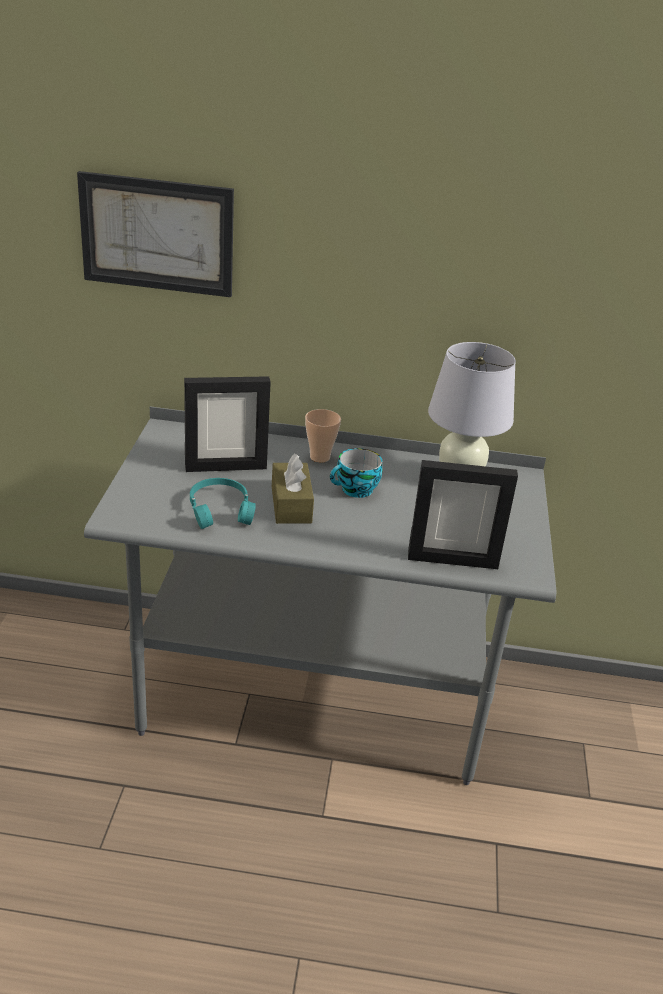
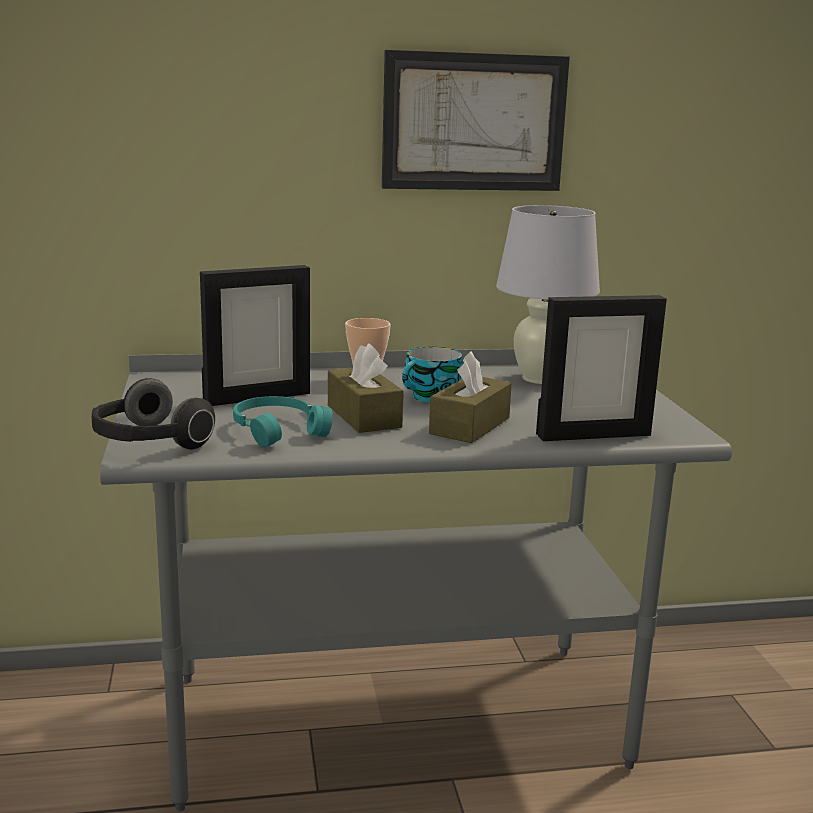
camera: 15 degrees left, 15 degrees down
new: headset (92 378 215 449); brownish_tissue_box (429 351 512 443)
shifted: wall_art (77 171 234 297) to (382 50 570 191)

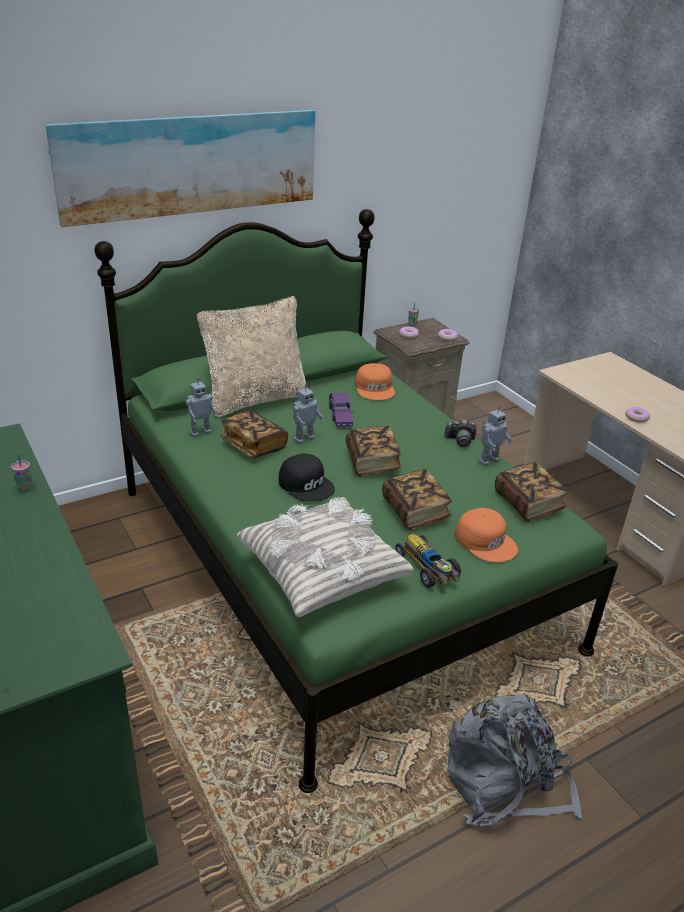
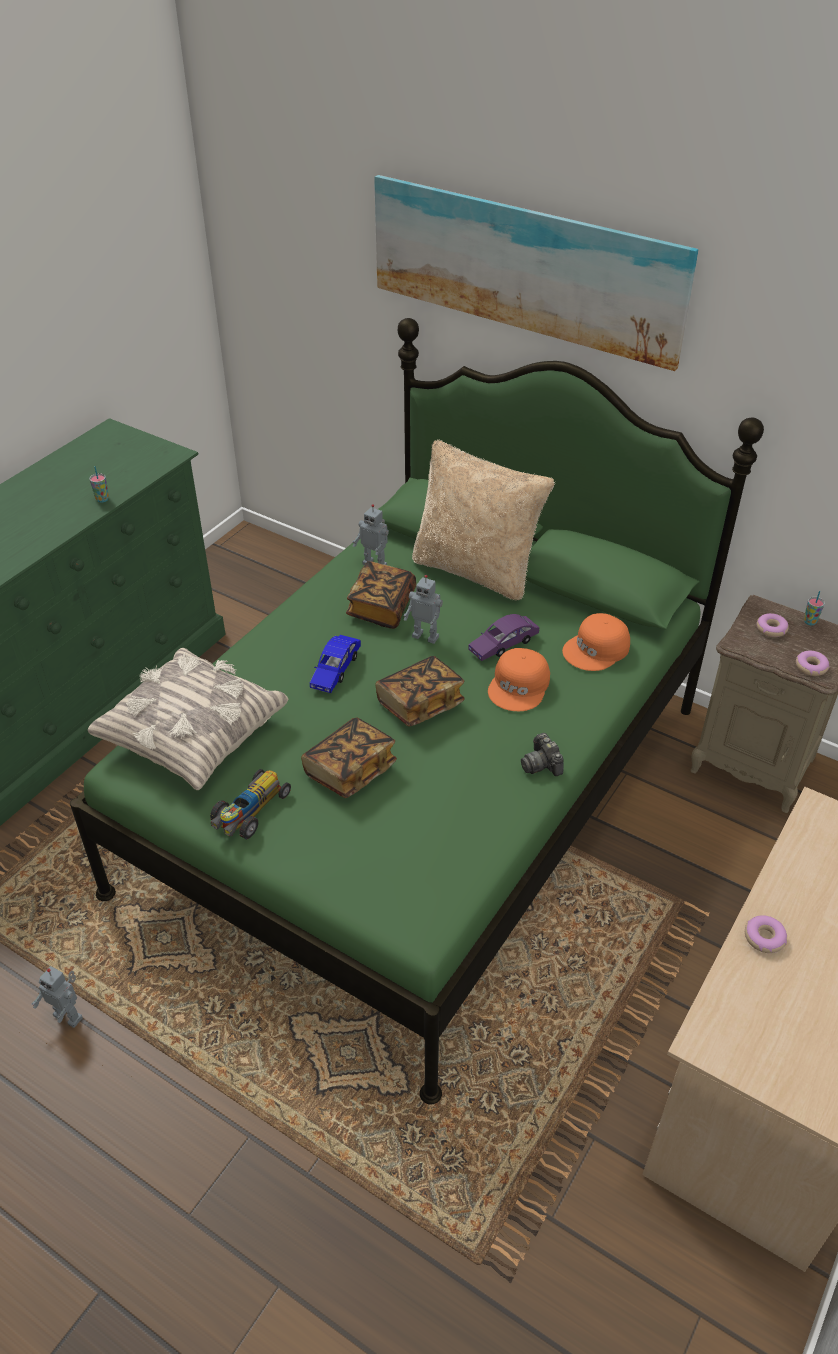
camera: 65 degrees right, 10 degrees up
gone: greyish_backpack (448 694 583 827); book (495 462 568 522)
shifted: orangey_cap (455 508 518 562) to (488 648 550 711); toy_robot (479 406 513 466) to (32 966 83 1028)
swapped: blackish_cap (279 454 335 502) to blue_toy_car (310 635 361 693)

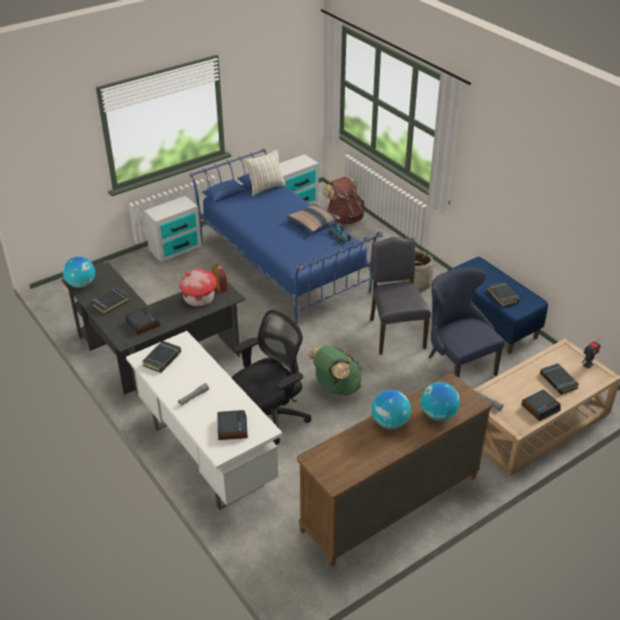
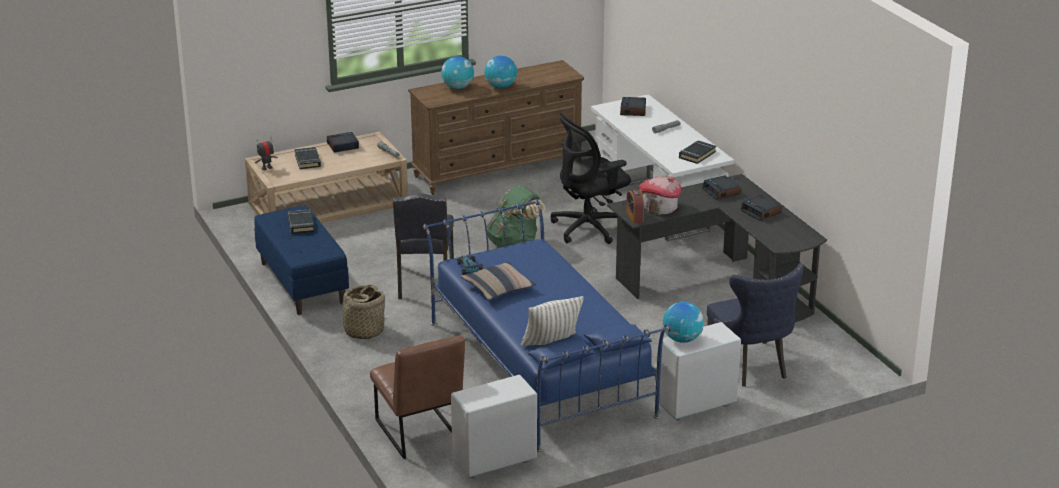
camera: 170 degrees left, 10 degrees down
shifted: globe (63 257 95 288) to (663 302 704 343); blue_upright_chair (428 268 505 378) to (707 263 804 386)
swapped: blackish_book (91 288 130 315) to table_clock (741 195 781 221); brownish_backpack (323 177 365 224) to brownish_upright_chair (370 336 465 459)

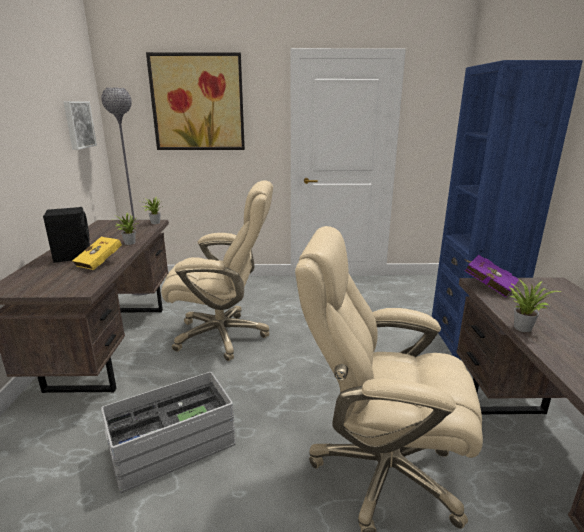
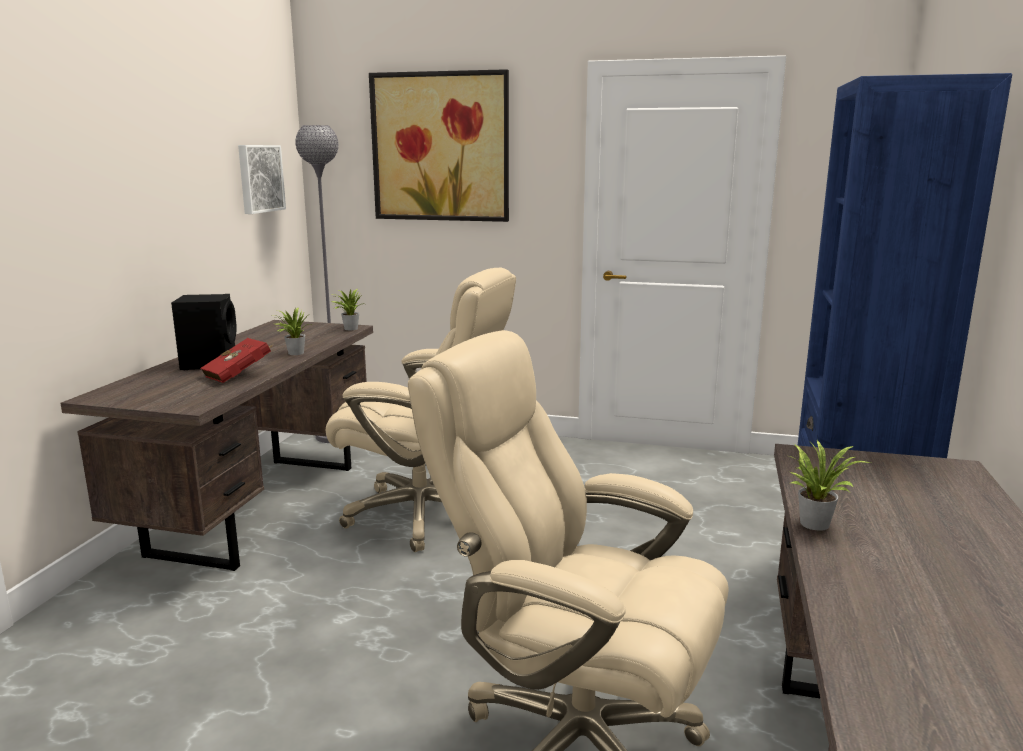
camera: 15 degrees right, 5 degrees down
gone: greyish_storage_bin (101 372 236 493); purplish_book (464 255 519 297)
repainted: yellowish_book (72 237 122 270) to red-coloured_book (200 338 274 383)

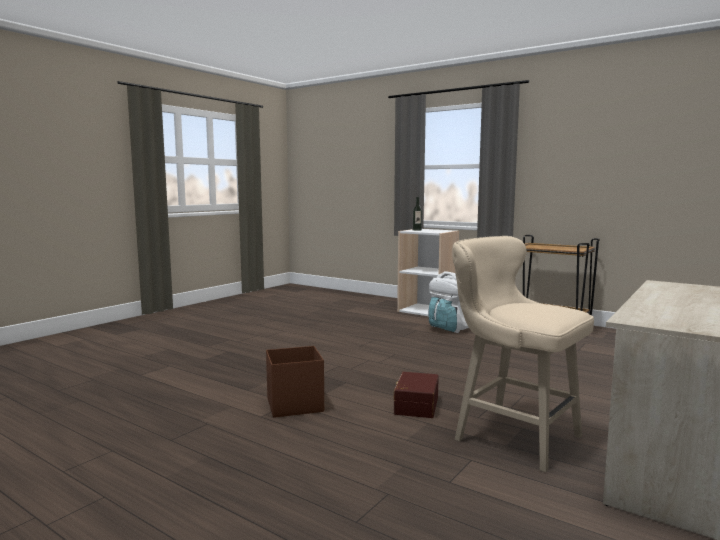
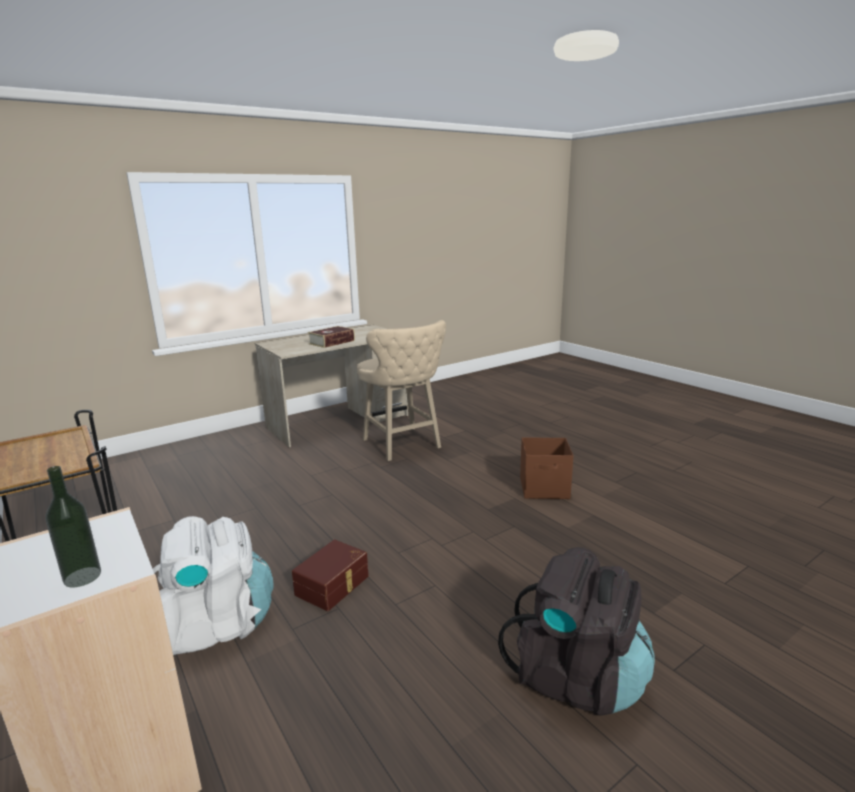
camera: 160 degrees left, 10 degrees up
new: book (308 326 355 348); blackish_backpack (498 547 655 716)
shifted: brownish_storage_bin (394 372 439 418) to (292 540 369 611)

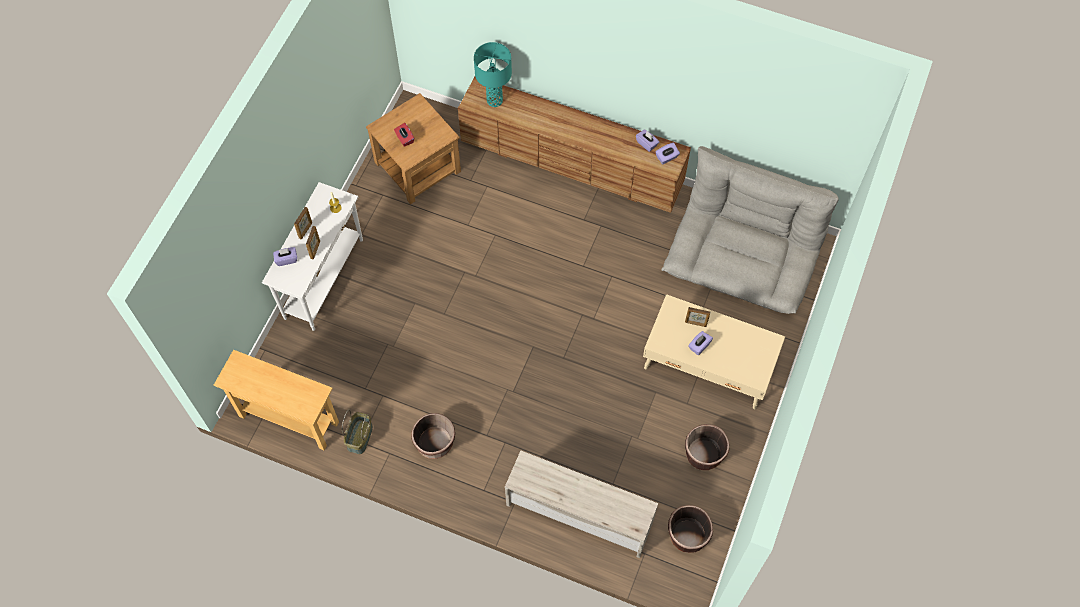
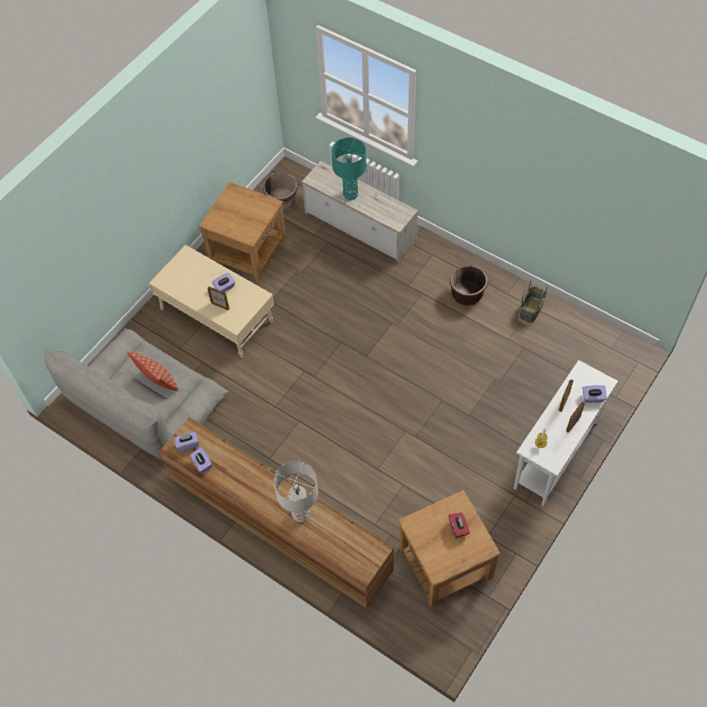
camera: 165 degrees left, 5 degrees down
gone: beige-coloured_hall_table (214 350 339 451)
new: cushion (128 351 178 391); white_lamp_for_a_table (274 461 318 522)
shifted: turquoise_lamp_for_a_table (474 42 512 107) to (331 138 366 200)
swapped: brownish_planter (685 424 729 470) to brownish_accent_table (199 182 286 281)

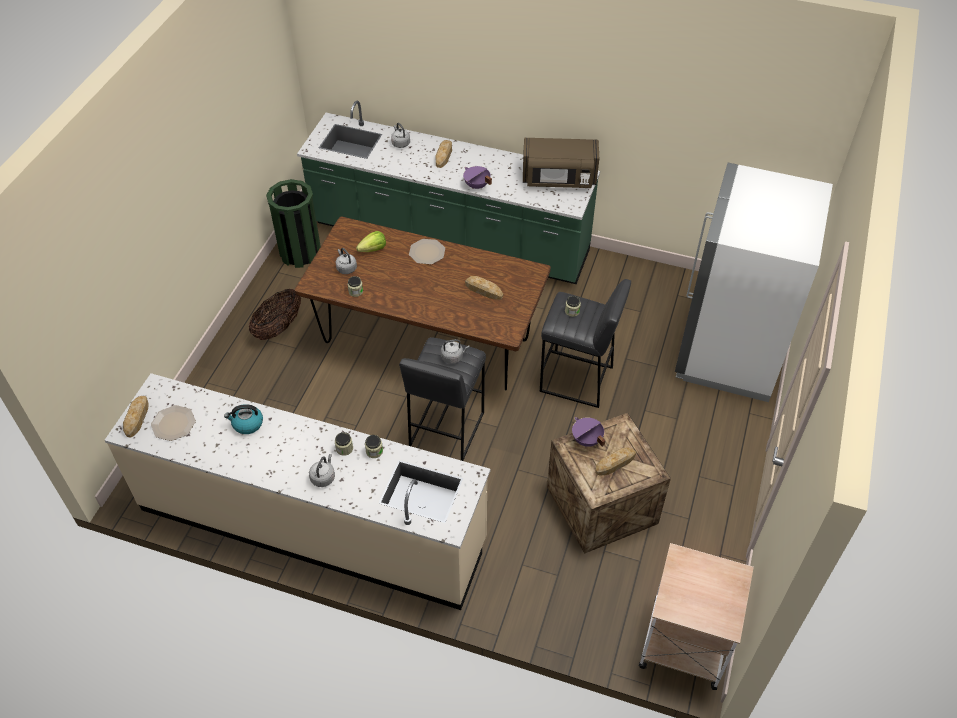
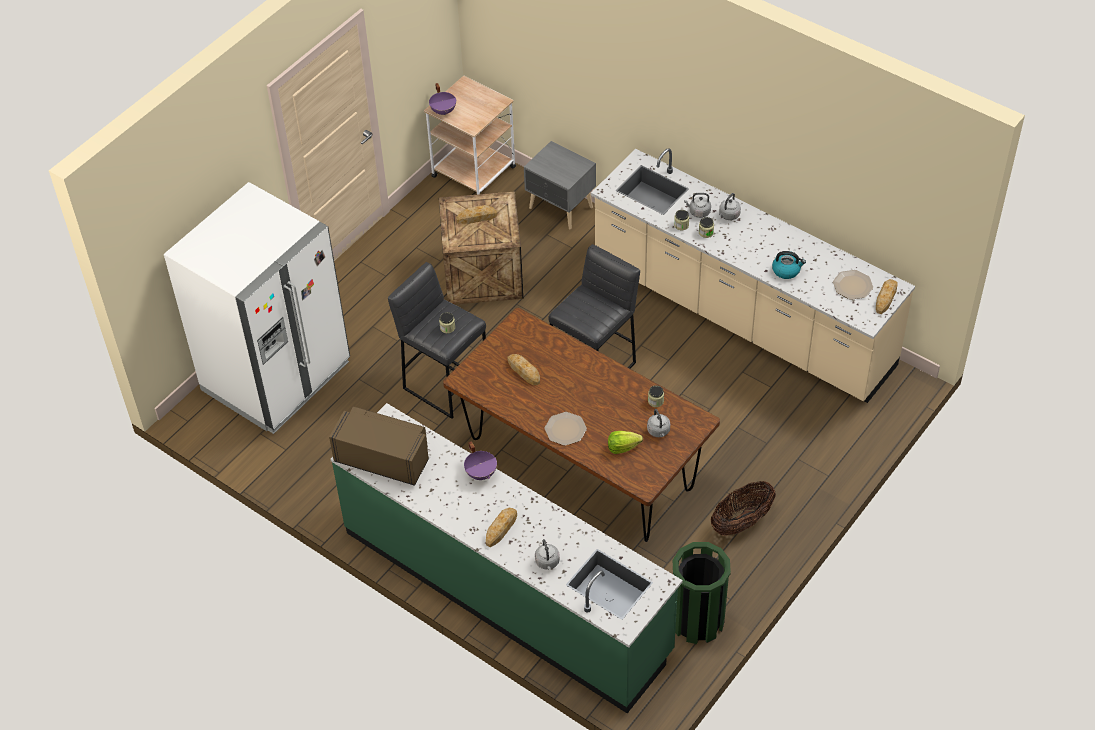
camera: 160 degrees left, 0 degrees up
new: greyish_night_table (524 141 596 229)
shifted: greyish_tea_kettle (441 339 470 364) to (684 193 711 218); purplish_stockpot (572 417 605 447) to (429 83 456 116)

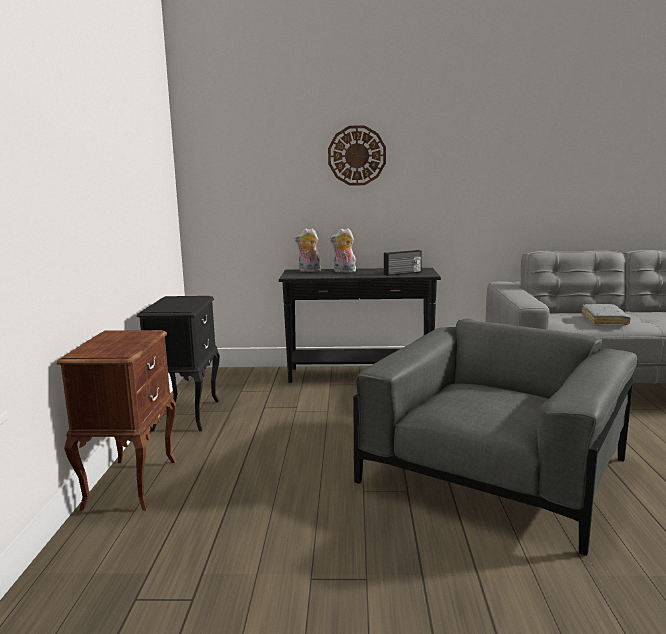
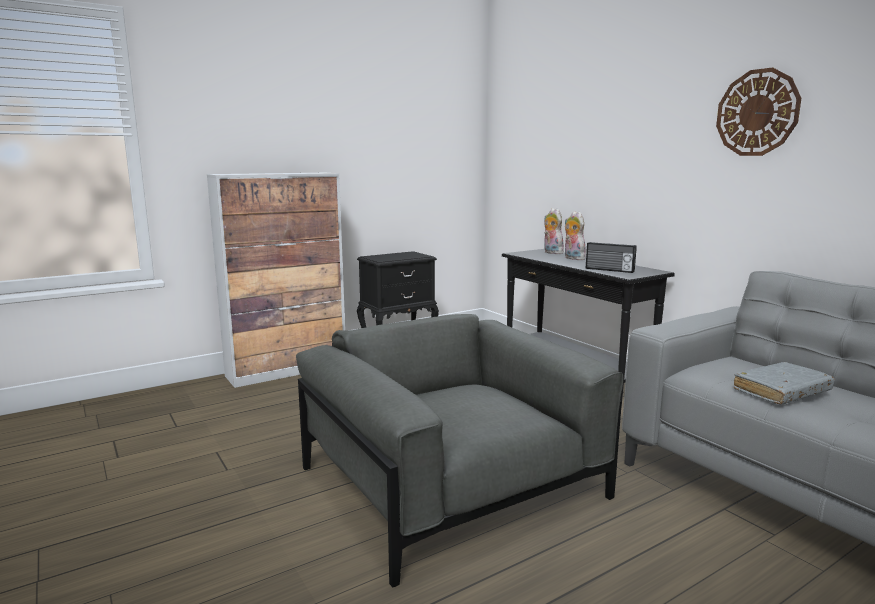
camera: 55 degrees right, 0 degrees up
shifted: clock_on_the_wall (328 125 386 186) to (716 67 801 156)
swapped: brownish_night_table (57 330 176 511) to storage_cabinet (207 173 345 388)
rotated: greyish_easy_chair (353 319 637 556) = (296 314 623 588) 120 degrees counterclockwise

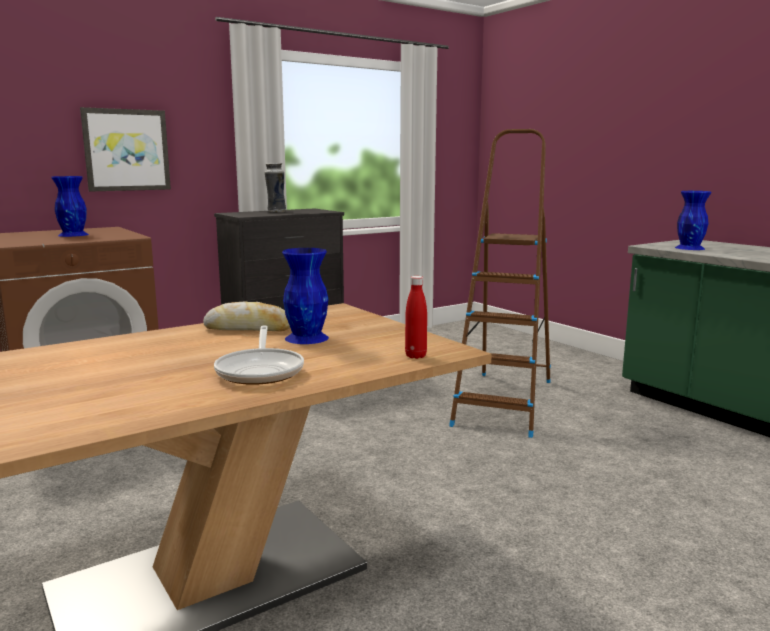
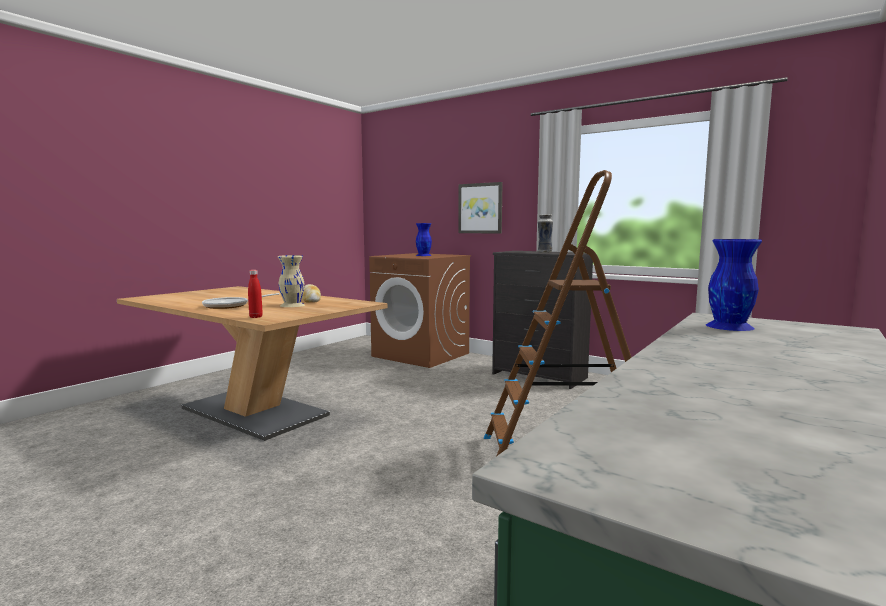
camera: 70 degrees right, 5 degrees down
repainted: blue_flower_vase (282 248 329 344) to beige-coloured_flower_vase (278 255 305 307)

